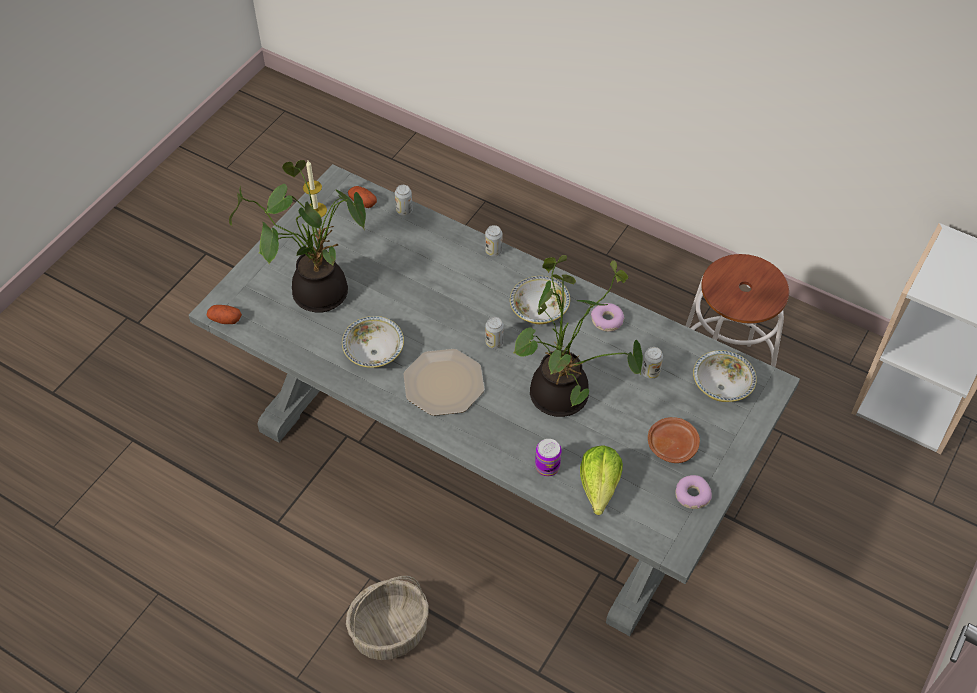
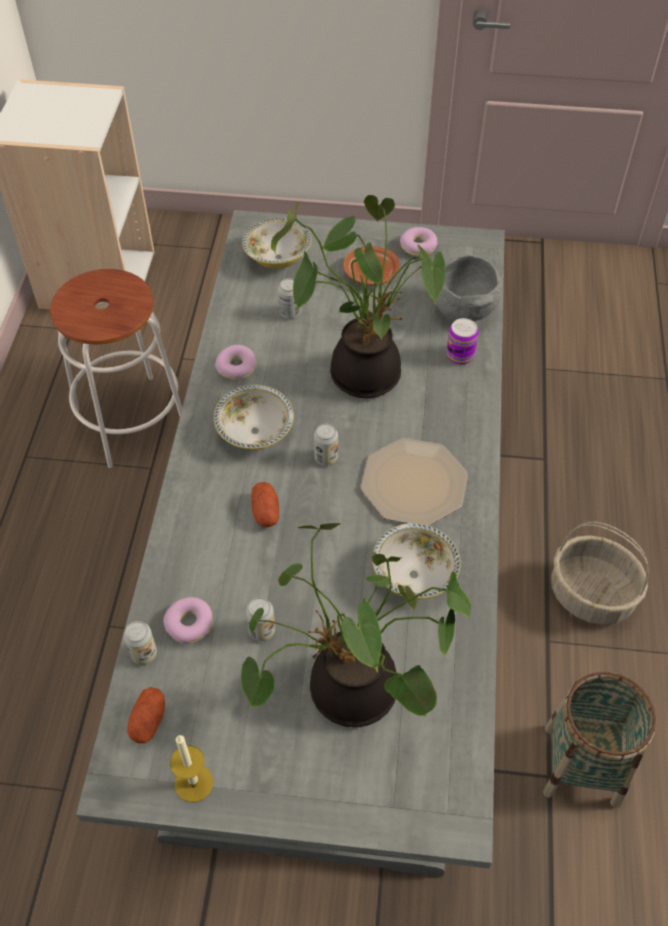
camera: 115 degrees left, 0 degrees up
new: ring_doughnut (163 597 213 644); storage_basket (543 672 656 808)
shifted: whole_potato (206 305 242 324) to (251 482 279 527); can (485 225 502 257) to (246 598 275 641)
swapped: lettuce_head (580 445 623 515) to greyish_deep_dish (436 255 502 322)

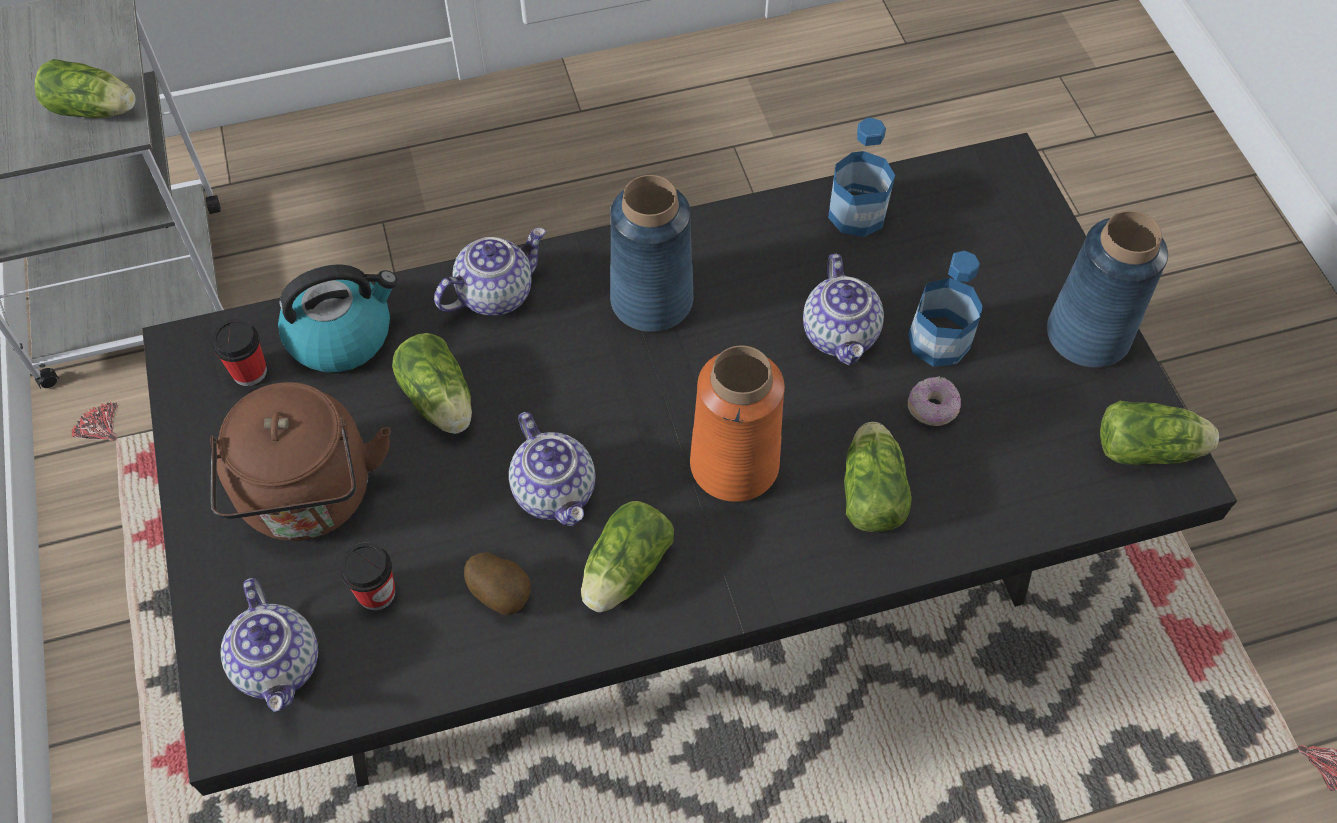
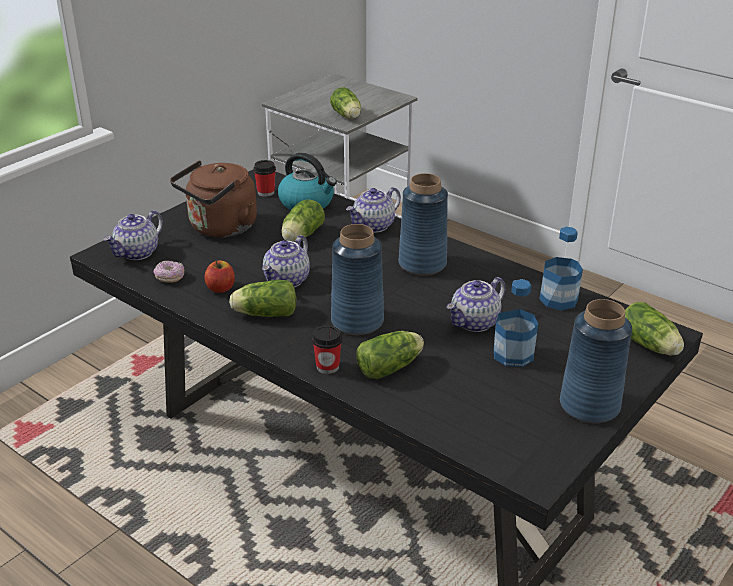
camera: 55 degrees right, 25 degrees down
shifted: cup (340 542 396 610) to (312 325 342 374); ring_doughnut (908 376 961 426) to (154 261 185 283); lettuce_head (1100 401 1219 465) to (625 302 684 356)
swapped: whole_potato (464 552 531 615) to apple (204 261 235 293)
repainted: orangey_flower_vase (690 346 785 502) to blue_flower_vase (331 224 384 335)
rotated: tea_pot (434 228 546 316) = (346 187 401 233) 120 degrees clockwise

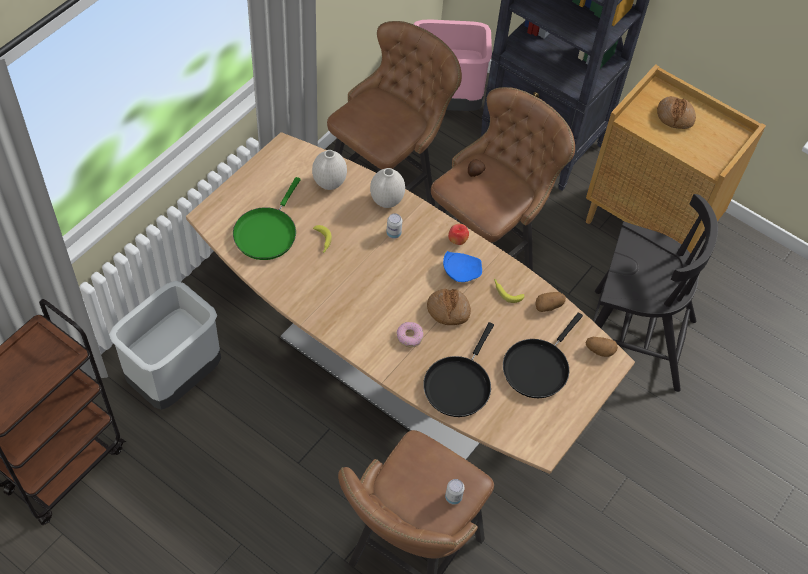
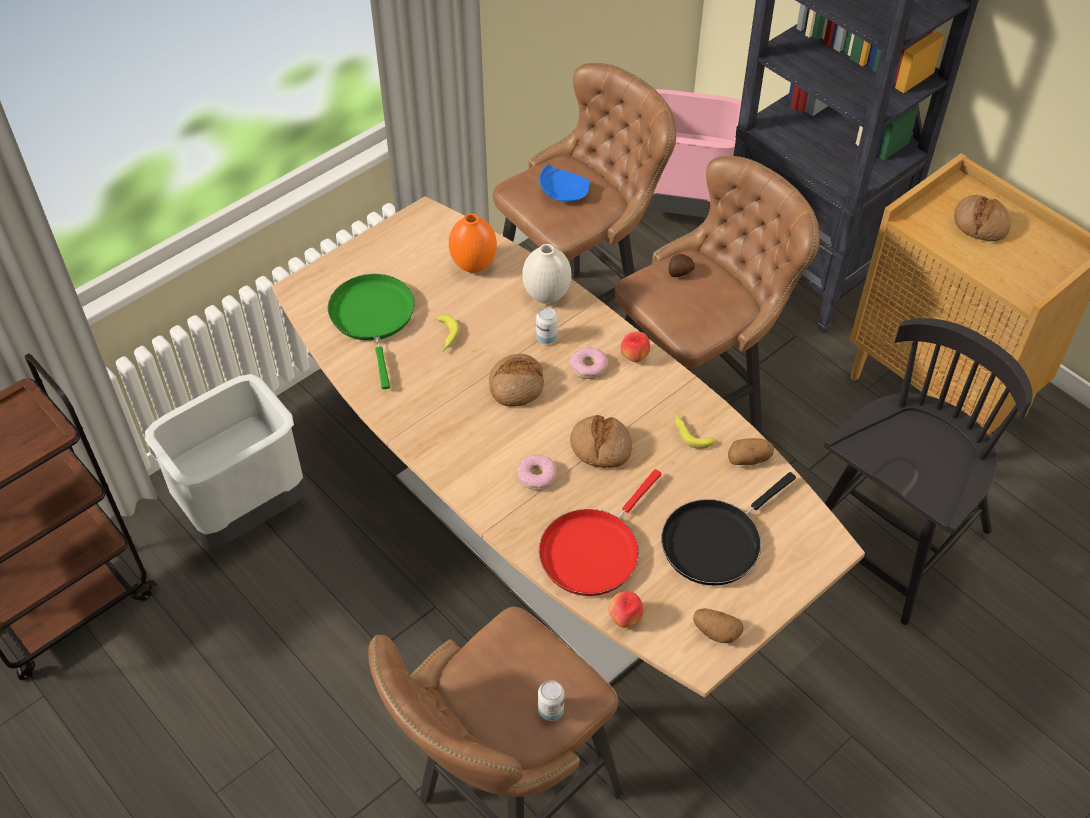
camera: 15 degrees right, 5 degrees down
new: baked_bread (489 354 544 407); ring_doughnut (570 347 608 379); apple (608 591 644 628)
shifted: blue_dinner_plate (443 251 482 282) to (540 164 590 202); whole_potato (585 337 618 357) to (693 608 743 643)
repainted: white_flower_vase (312 150 347 190) to orangey_flower_vase (449 213 497 273); blackish_pan (423 322 494 417) to red-coloured_pan (539 469 662 596)
rotated: green-coloured_pan (233 177 301 260) = (328 274 415 389) 135 degrees clockwise; blackish_upright_chair (593 194 718 392) = (823 318 1033 625) 75 degrees counterclockwise

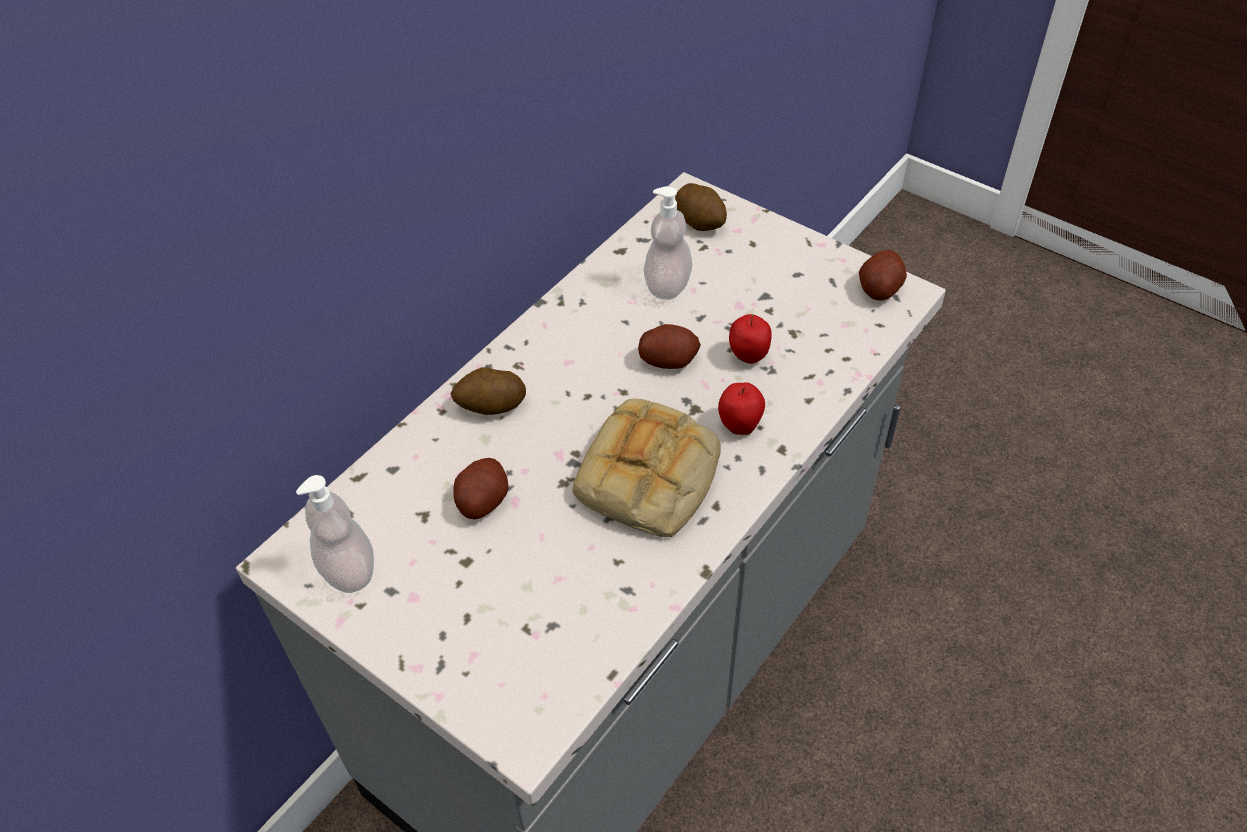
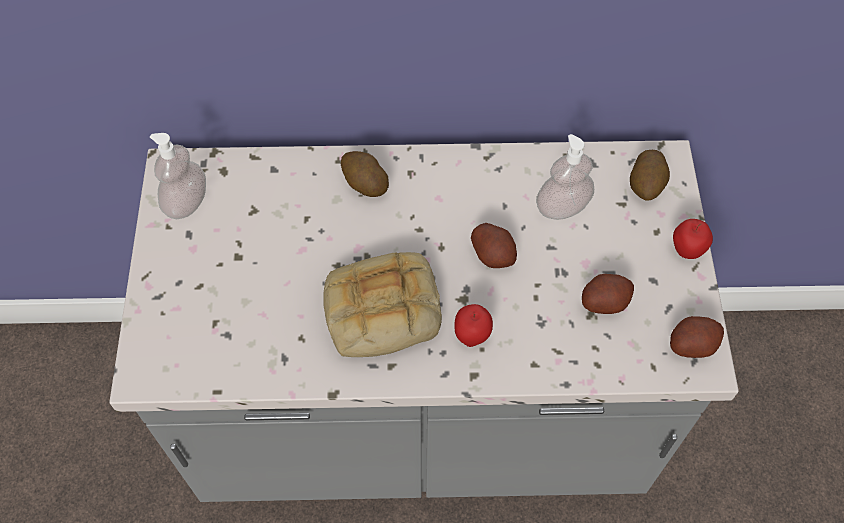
camera: 50 degrees right, 10 degrees up
shifted: whole_potato (453 458 508 519) to (582 274 634 314); apple (729 314 772 364) to (673 219 713 259)

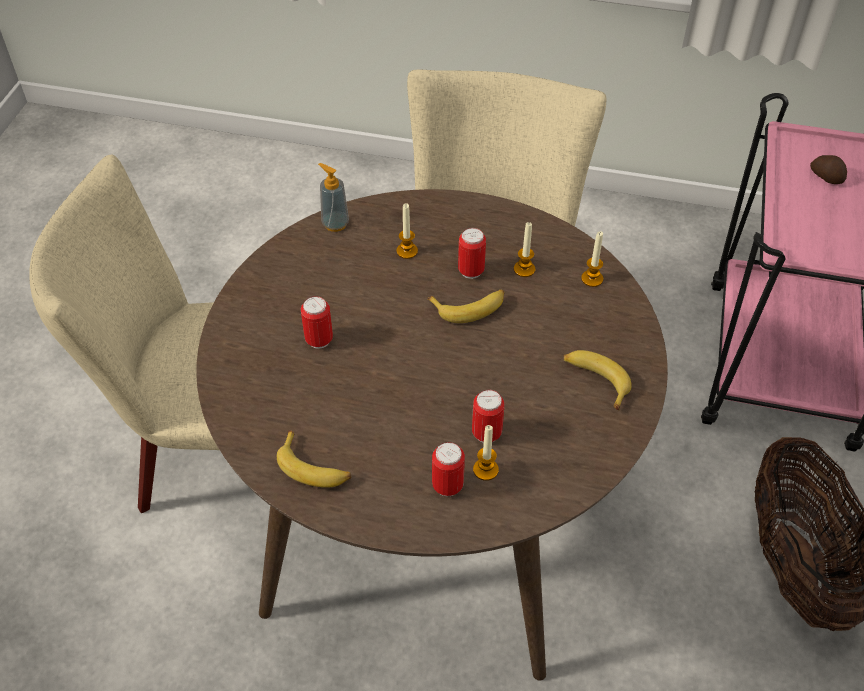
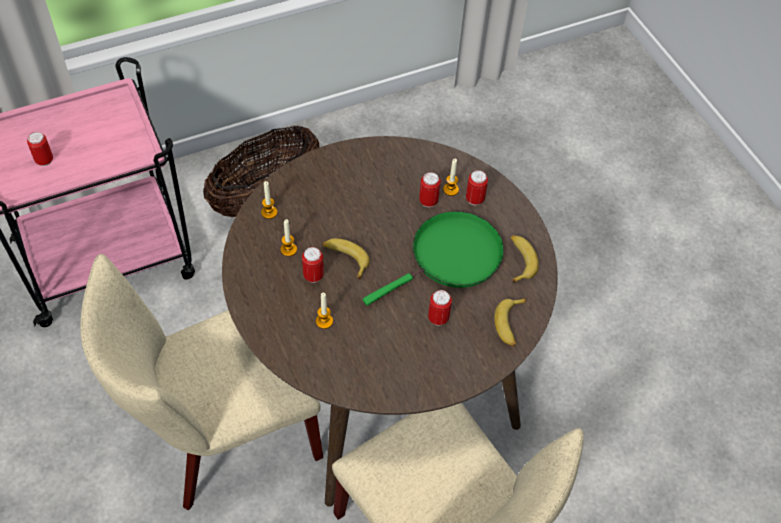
camera: 130 degrees left, 5 degrees up
gone: soap_dispenser (318 163 349 232)
new: green-coloured_pan (363 211 504 306)
shifted: banana (563 350 632 410) to (494 298 526 347)
swapped: whole_potato (810 155 847 184) to can (27 132 53 166)

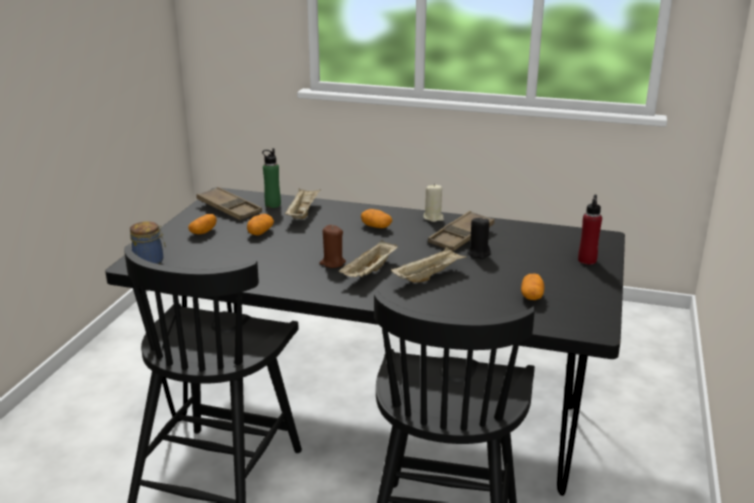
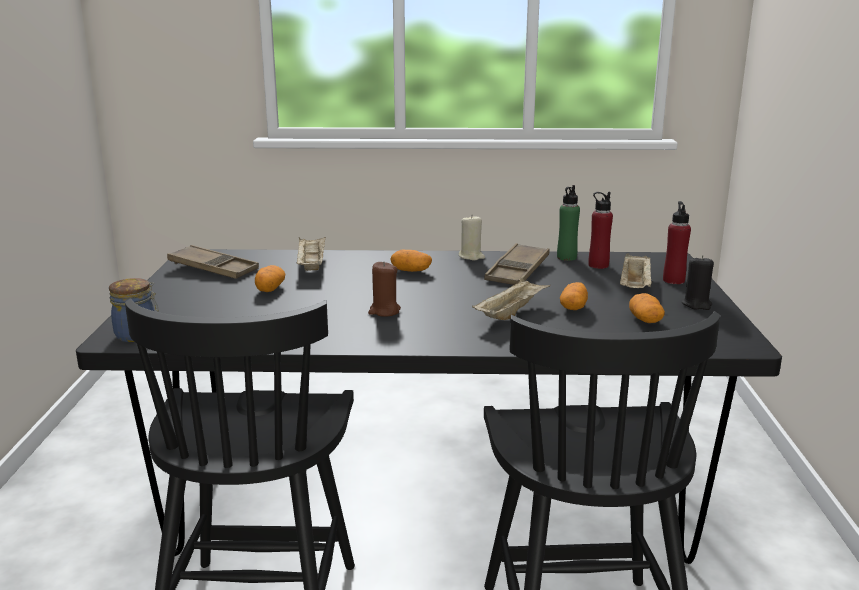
camera: 15 degrees left, 5 degrees down
new: red-coloured_bottle (588 192 613 269)
shifted: whole_potato (188 214 217 234) to (560 282 588 310); green-coloured_bottle (262 148 281 208) to (557 185 580 261); beige-coloured_tray (339 240 398 277) to (620 253 652 288); blackish_wax_light (467 217 491 259) to (682 255 714 310)

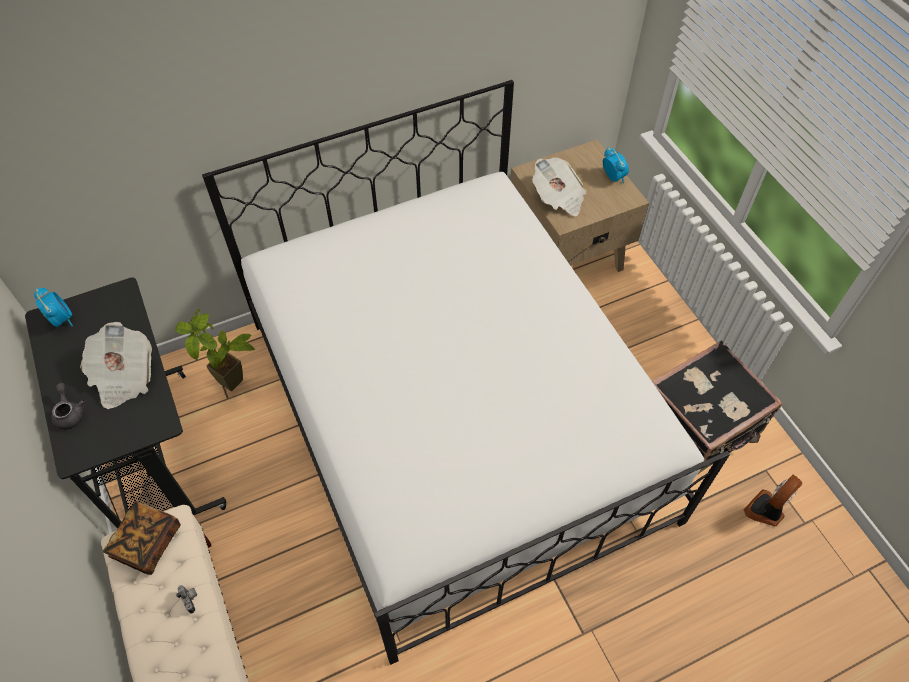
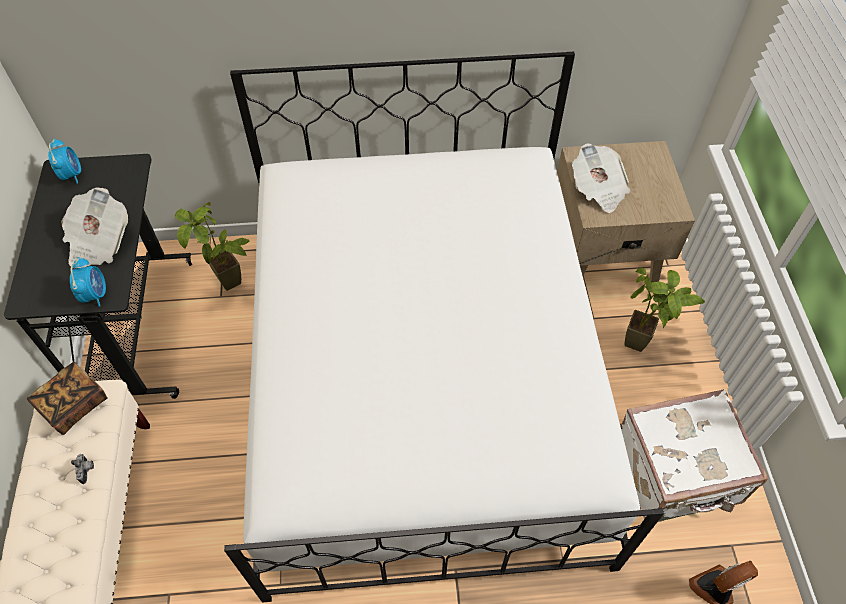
camera: 20 degrees right, 0 degrees up
gone: greyish_tea_pot (52 383 85 430)
new: houseplant (624 267 705 352)
shifted: table_clock (603 148 629 183) to (70 257 106 307)
repainted: blackish_suitcase (652 341 782 475) to white_suitcase (621 389 768 522)

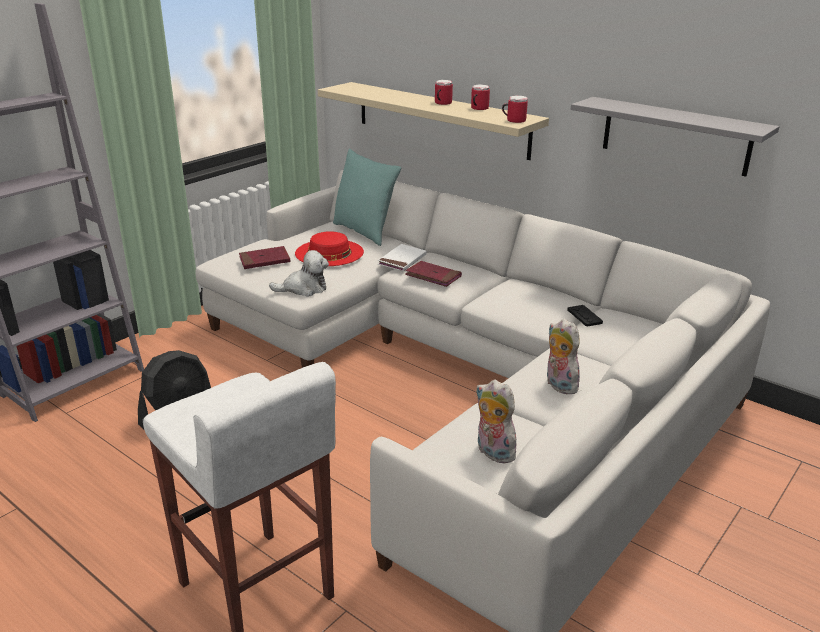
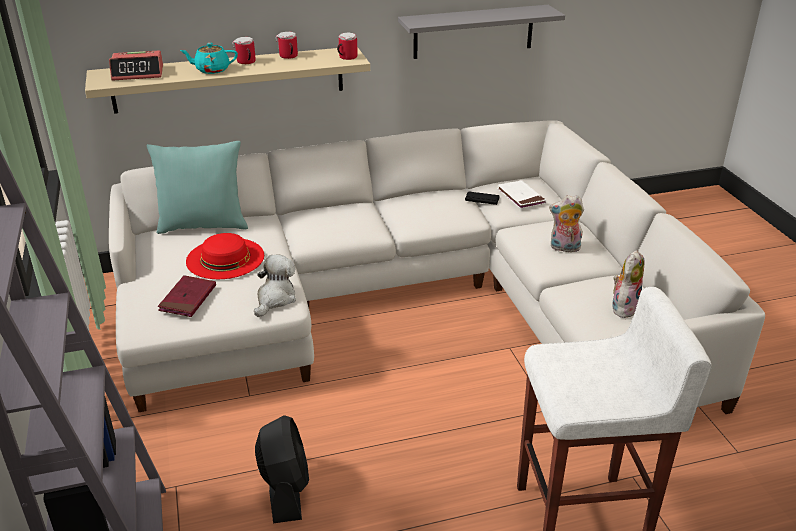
camera: 55 degrees left, 5 degrees up
gone: red-coloured_book (405 261 462 287)
new: table_clock (109 50 163 81); turquoise_tea_pot (180 43 238 74)
shifted: white_book (378 244 427 271) to (497 180 546 209)
rotated: soft_toy (476 379 516 464) = (611 250 644 318) 135 degrees clockwise

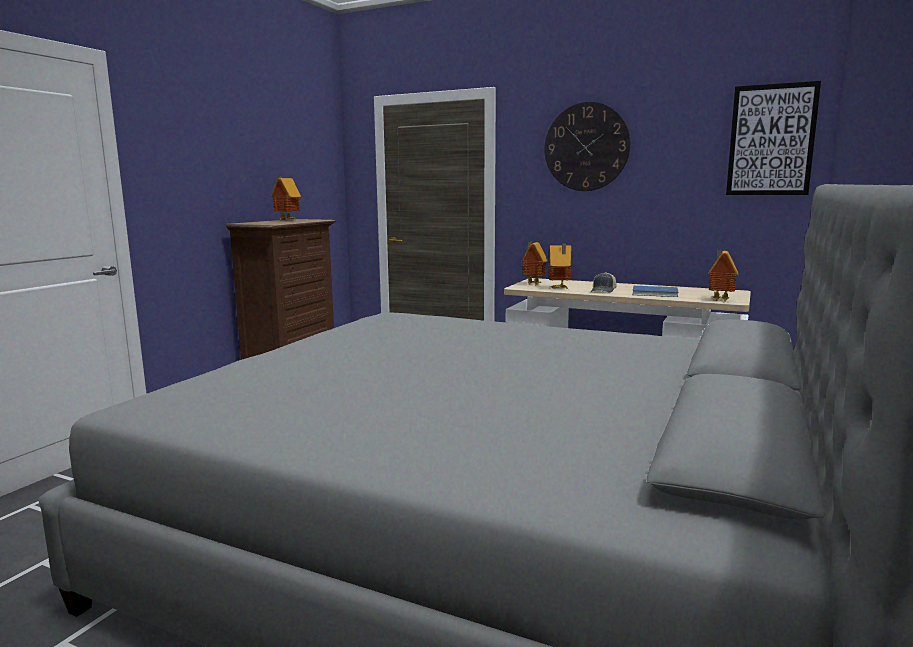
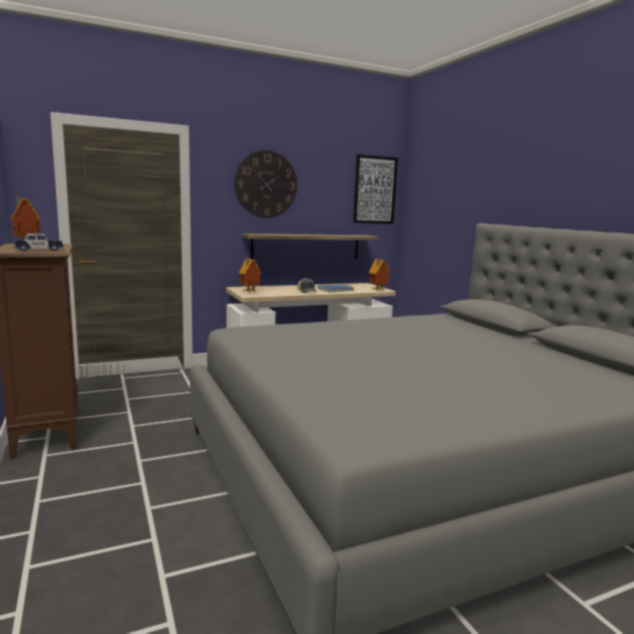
camera: 50 degrees left, 0 degrees up
gone: miniature_house (548 244 571 289)
new: toy_car (15 232 64 251); shelf (242 233 378 260)

